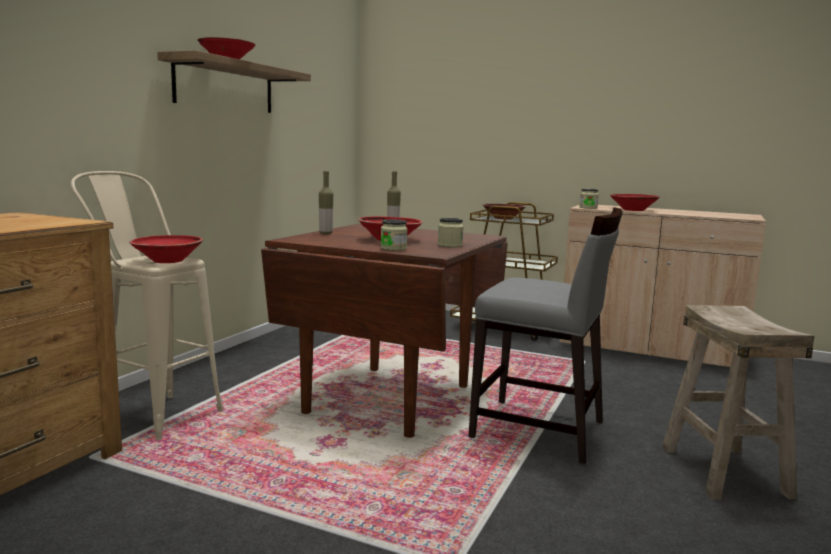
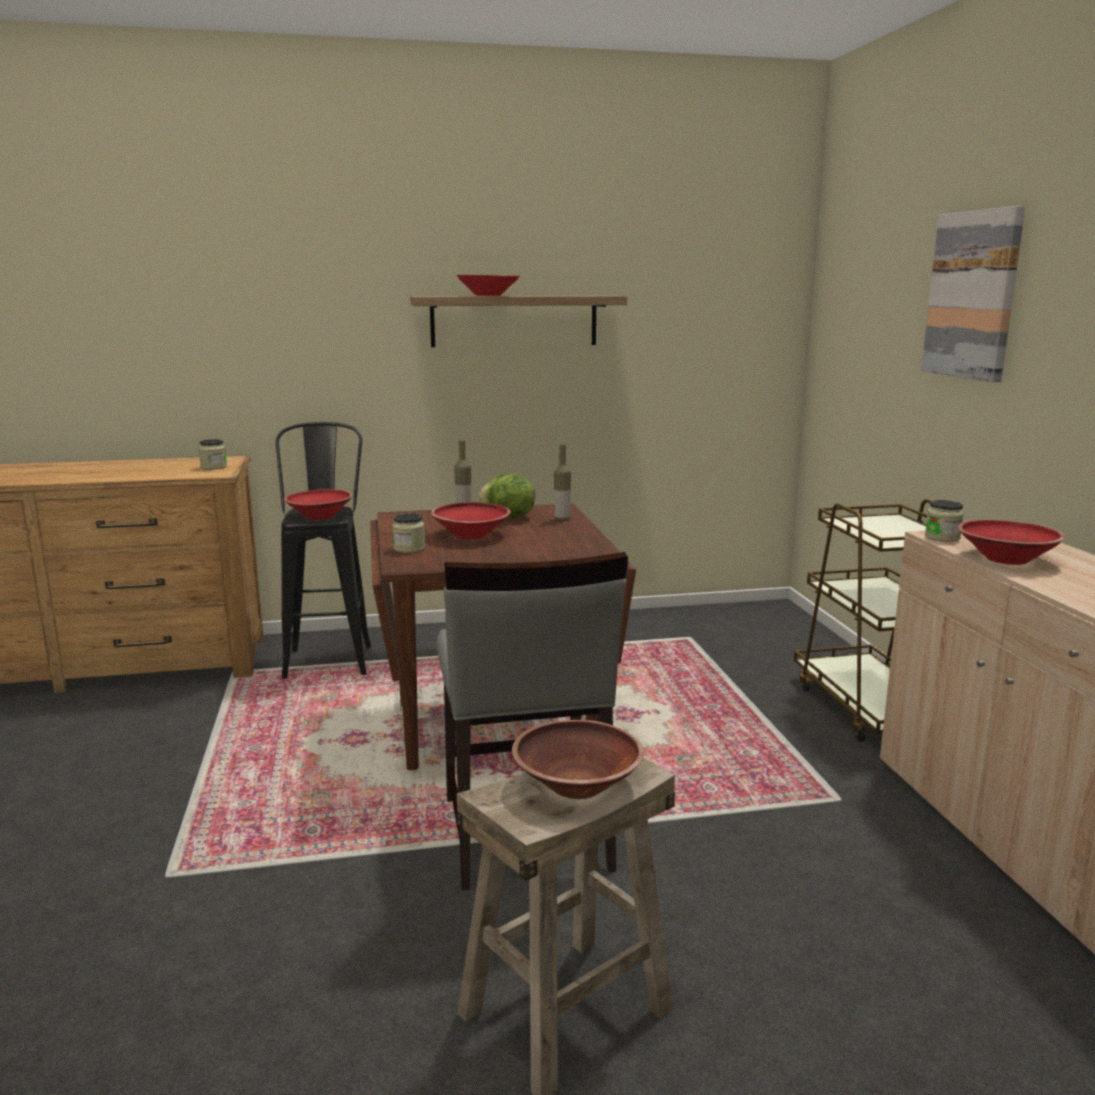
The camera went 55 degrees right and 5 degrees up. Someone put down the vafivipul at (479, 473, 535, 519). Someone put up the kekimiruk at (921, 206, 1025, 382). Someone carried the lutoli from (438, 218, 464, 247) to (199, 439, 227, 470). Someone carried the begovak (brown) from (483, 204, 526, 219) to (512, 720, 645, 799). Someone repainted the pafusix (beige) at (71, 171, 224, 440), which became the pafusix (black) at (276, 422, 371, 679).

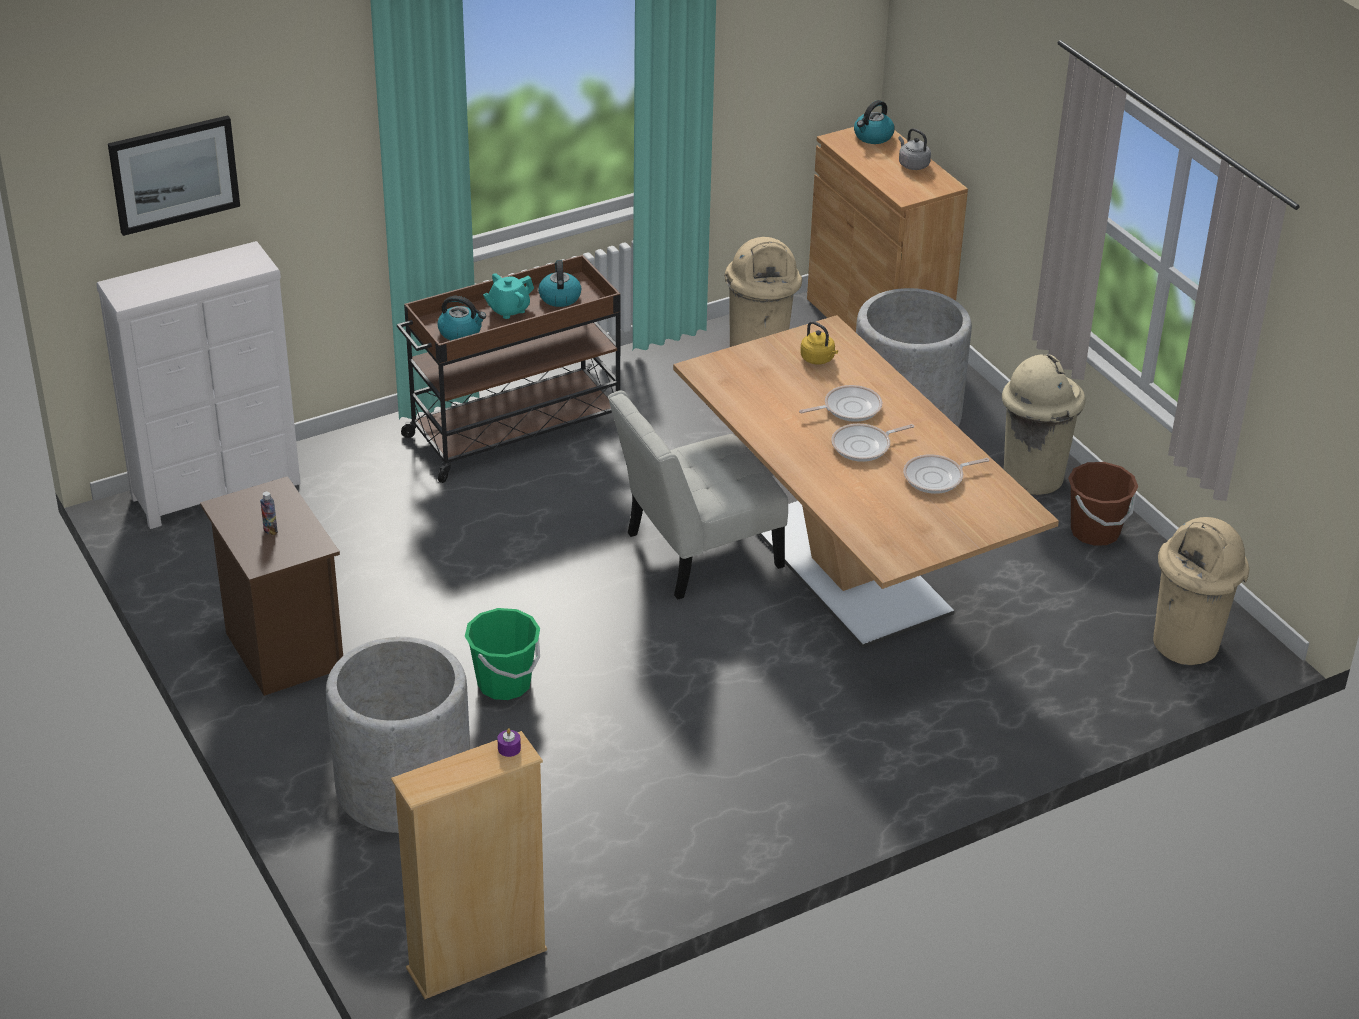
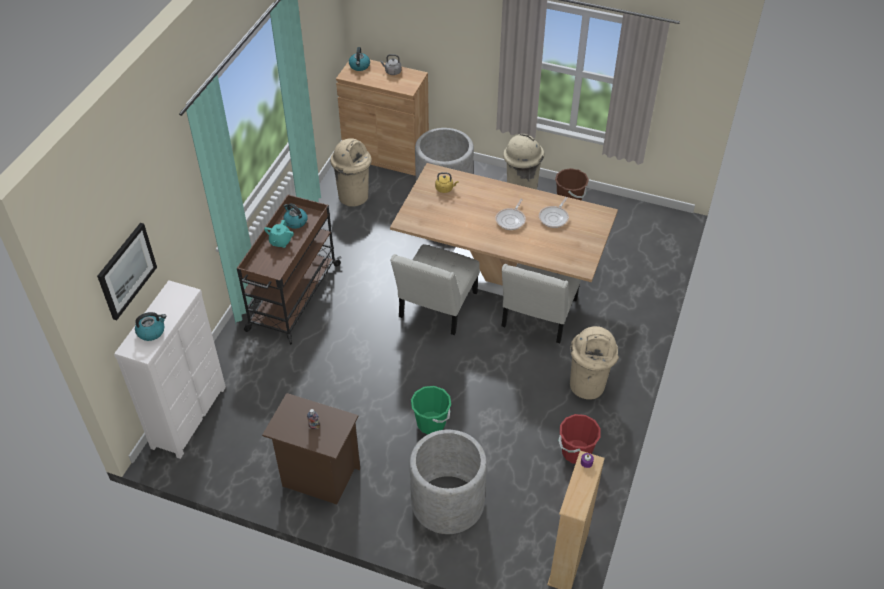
The camera went 40 degrees left and 10 degrees up. Someone took away the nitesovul at (799, 385, 882, 422). Someone put down the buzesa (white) at (502, 263, 581, 343). Someone put down the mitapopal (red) at (558, 414, 601, 464). Someone carried the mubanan from (438, 296, 486, 341) to (135, 312, 166, 341). Someone carried the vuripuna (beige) from (1153, 517, 1249, 665) to (570, 326, 619, 400).

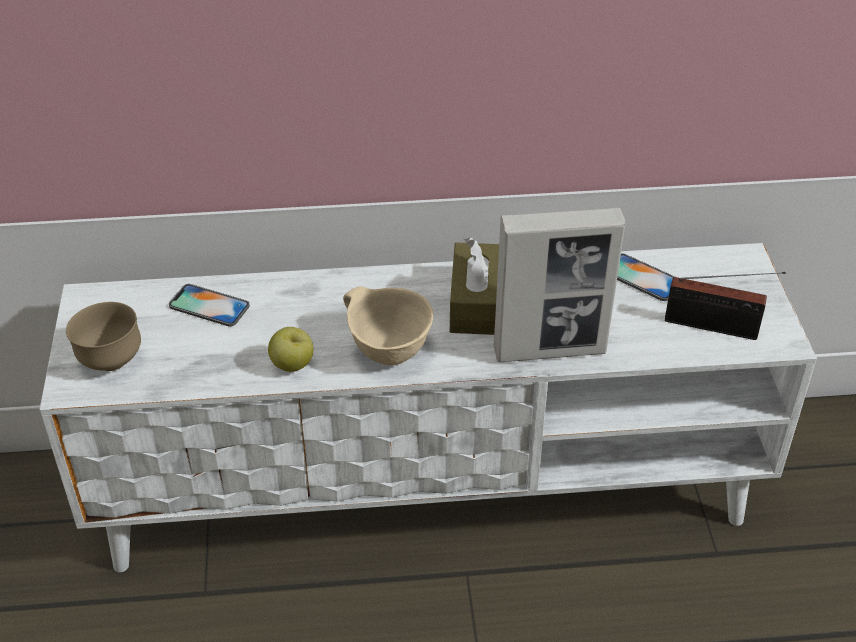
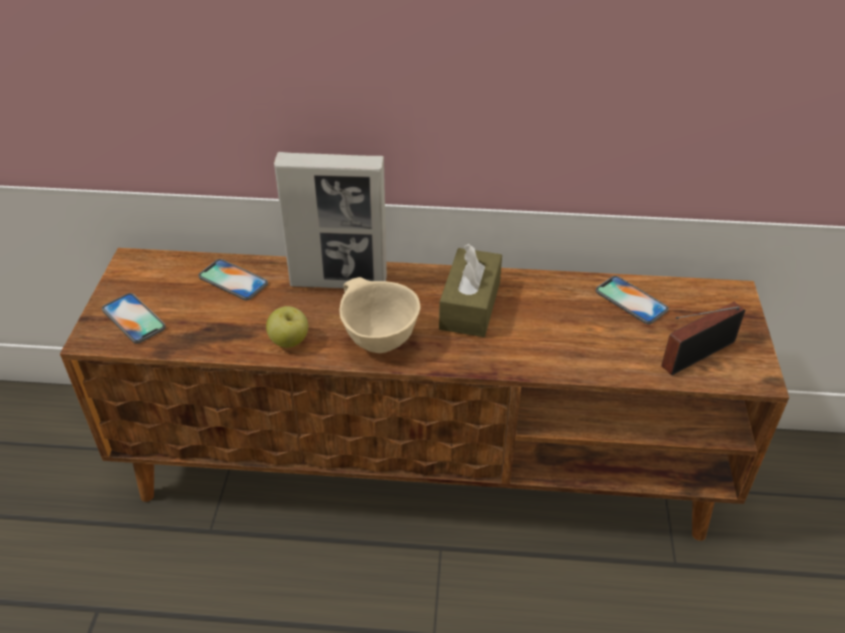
The camera went 10 degrees right and 0 degrees up. Someone carried the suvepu from (493, 208, 626, 362) to (274, 152, 387, 289). Someone swapped the begovak (brown) at (66, 302, 141, 371) for the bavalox at (102, 293, 166, 344). Someone repainted the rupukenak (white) at (40, 243, 817, 572), which became the rupukenak (brown) at (60, 248, 789, 541). Someone rotated the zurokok at (665, 272, 786, 340) by 120 degrees clockwise.

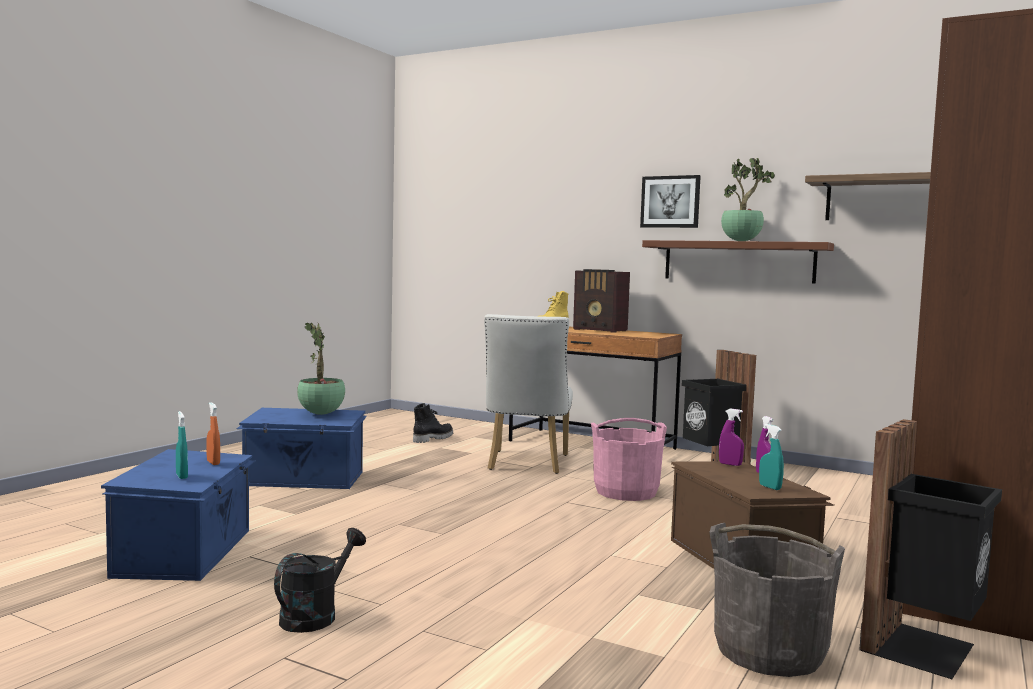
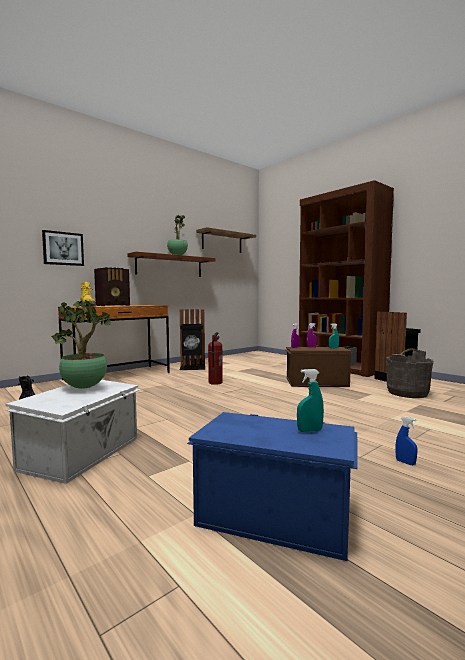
The camera went 70 degrees left and 0 degrees up. Someone took away the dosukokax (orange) at (206, 402, 220, 465). Someone took away the buzesa (white) at (484, 314, 573, 474). Someone carried the kekimiruk from (640, 175, 701, 228) to (42, 230, 84, 266). Someone swapped the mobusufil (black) at (274, 528, 366, 633) for the dosukokax (blue) at (395, 416, 418, 465). Someone swapped the mitapopal (pink) at (591, 418, 667, 501) for the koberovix at (208, 332, 223, 385). Someone repainted the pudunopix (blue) at (236, 408, 367, 489), which became the pudunopix (white) at (5, 380, 141, 484).

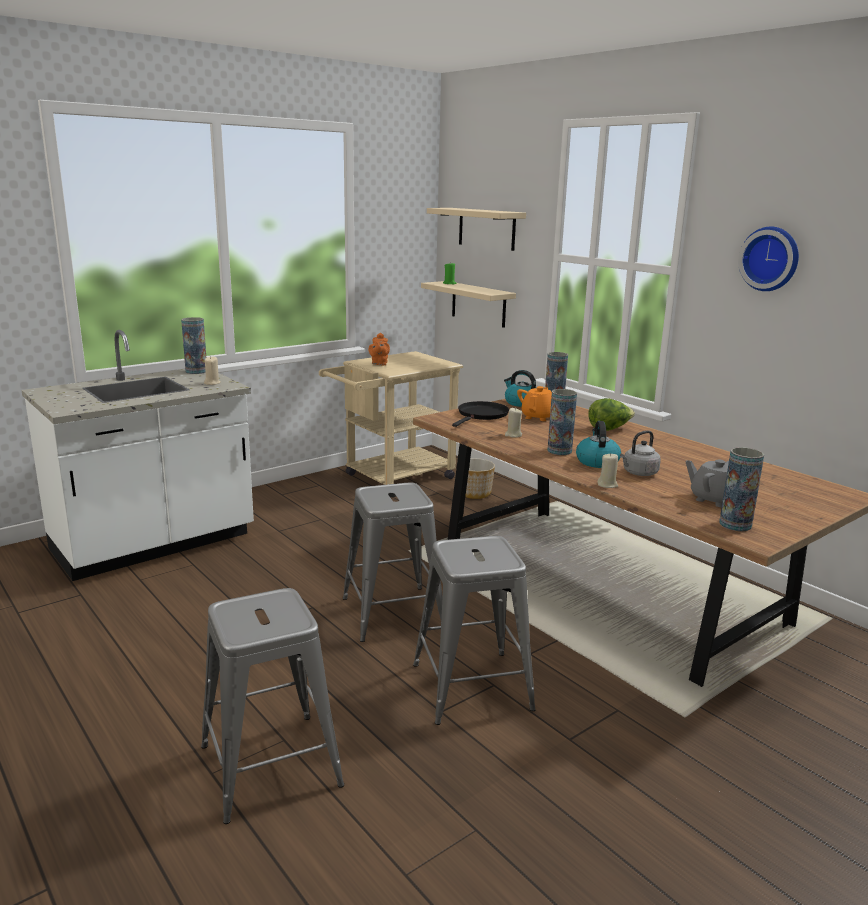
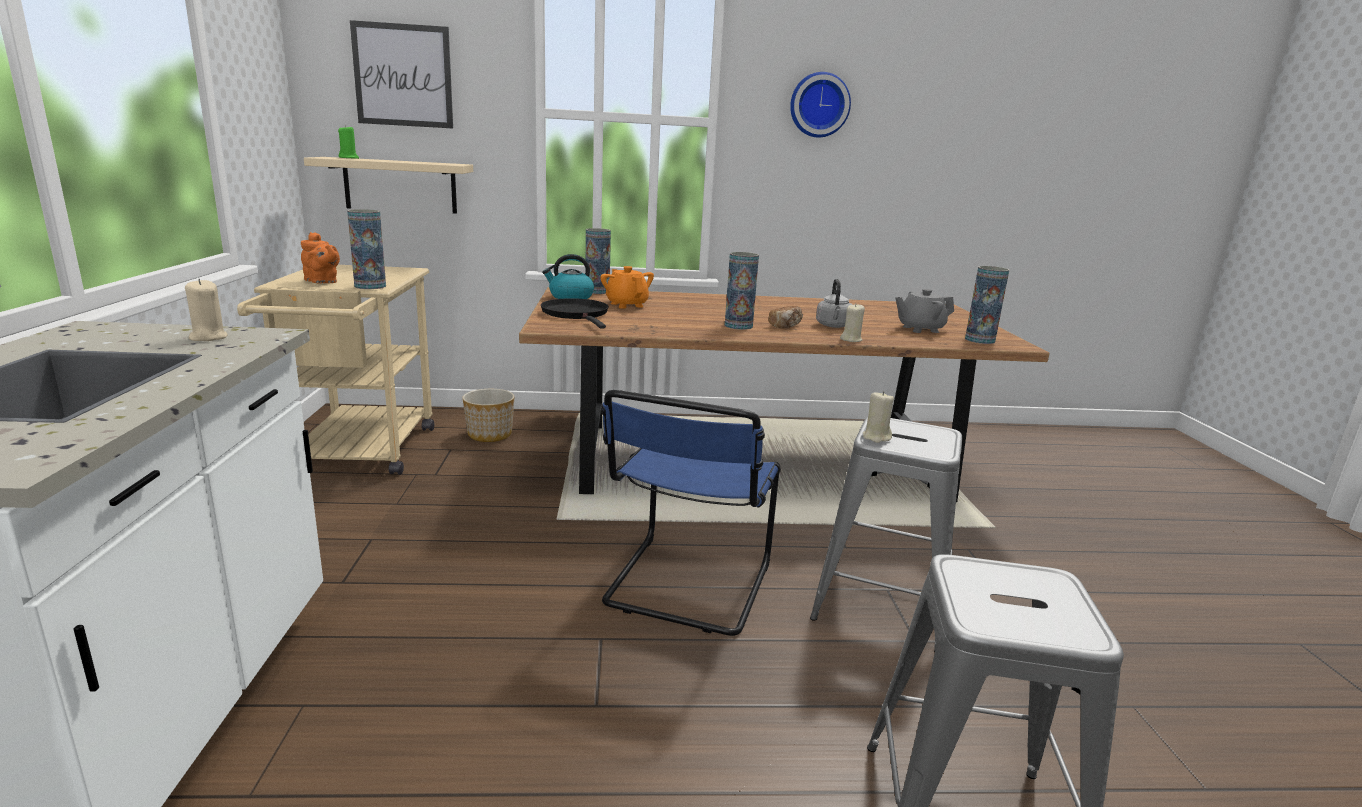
The camera went 55 degrees left and 0 degrees up. Someone took away the vafivipul at (589, 398, 635, 431). Someone carried the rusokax from (181, 317, 206, 374) to (347, 209, 386, 289). Someone carried the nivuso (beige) from (505, 408, 522, 438) to (863, 391, 894, 443). Someone swapped the pafusix (grey) at (343, 483, 443, 642) for the buzesa (blue) at (601, 390, 781, 636). Someone swapped the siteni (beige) at (427, 208, 526, 251) for the kekimiruk at (350, 20, 453, 128). Someone swapped the mubanan at (576, 421, 621, 468) for the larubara at (768, 306, 803, 328).

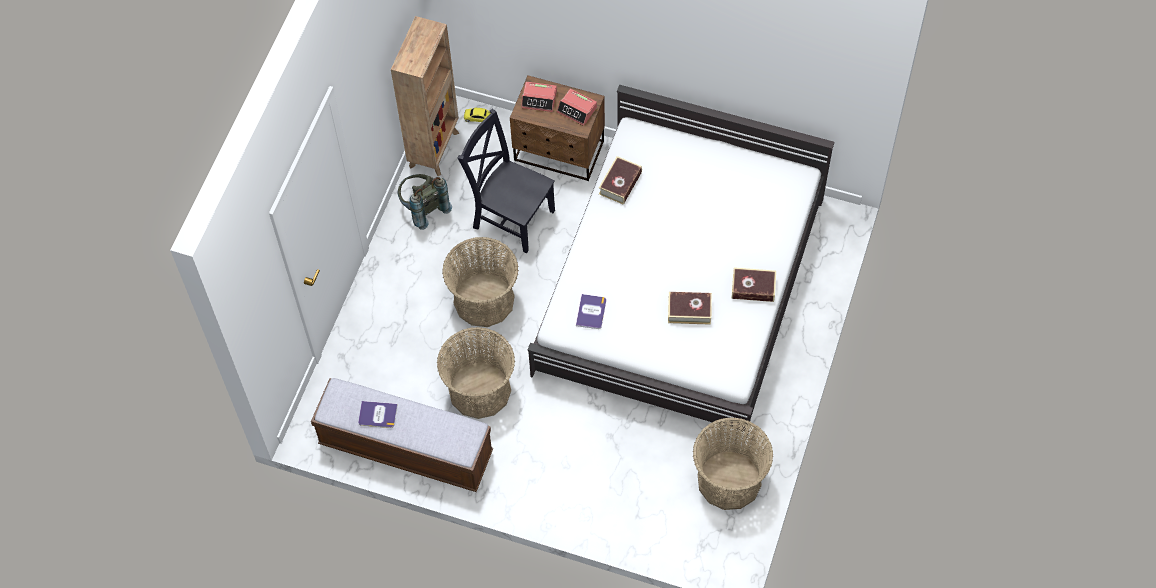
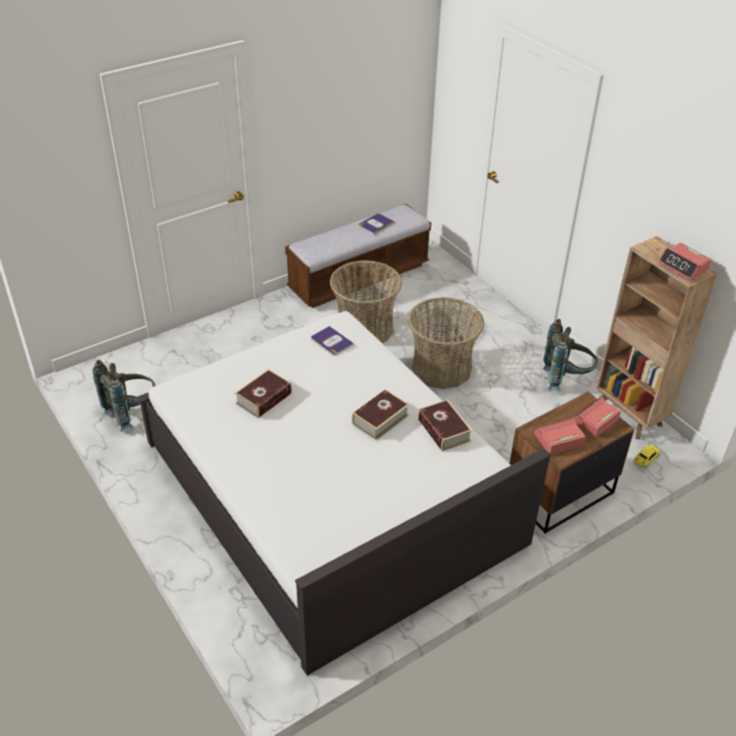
The camera went 125 degrees right and 20 degrees down. Someone took away the buzesa (black) at (458, 108, 555, 254). Someone put down the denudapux at (658, 243, 711, 280). Someone carried the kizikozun from (731, 267, 776, 302) to (352, 389, 409, 440). Someone swapped the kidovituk at (693, 417, 773, 510) for the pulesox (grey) at (92, 360, 156, 432).

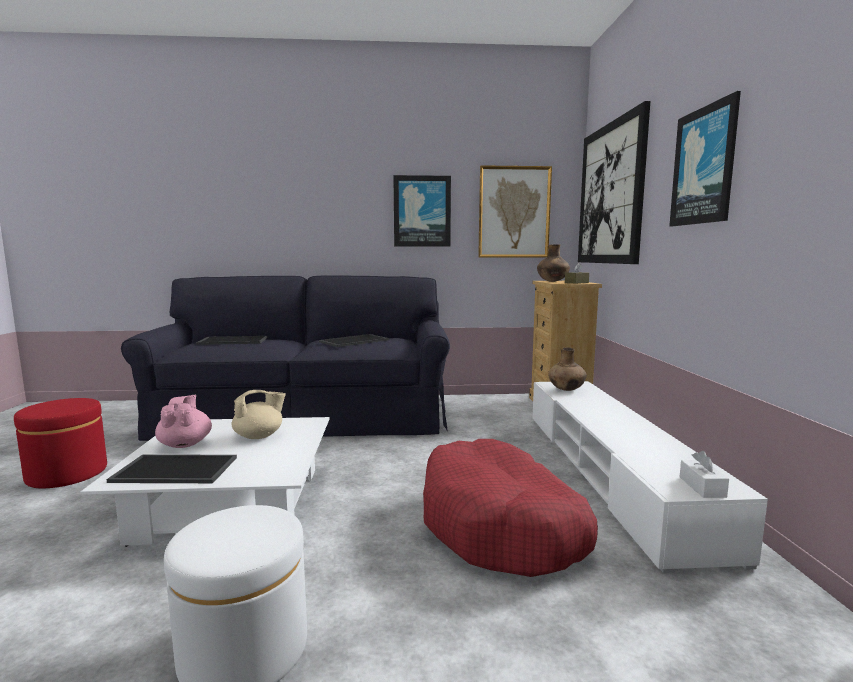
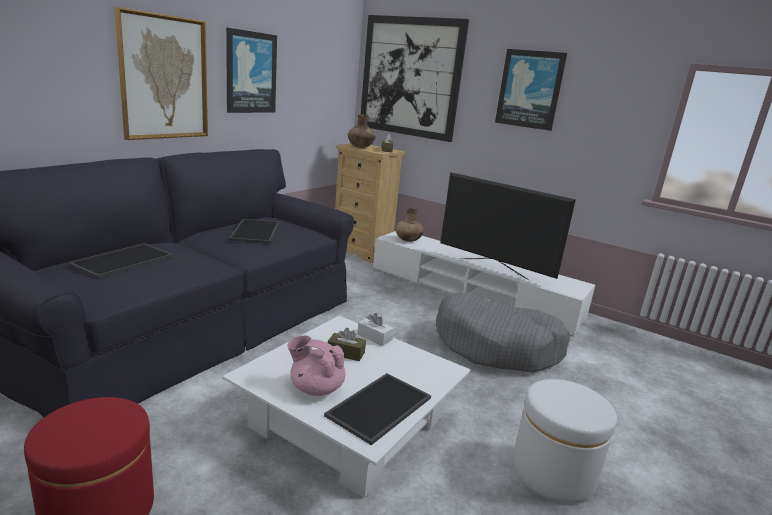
The camera went 55 degrees left and 10 degrees up. Someone put down the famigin at (440, 172, 576, 281). Someone carried the kekimiruk from (478, 165, 552, 257) to (115, 7, 208, 140). Someone carried the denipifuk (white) from (680, 451, 729, 498) to (357, 313, 394, 346). Someone swapped the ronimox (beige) at (232, 390, 286, 439) for the denipifuk (brown) at (328, 328, 366, 361). Someone repainted the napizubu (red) at (423, 439, 598, 577), which became the napizubu (grey) at (436, 293, 570, 373).

